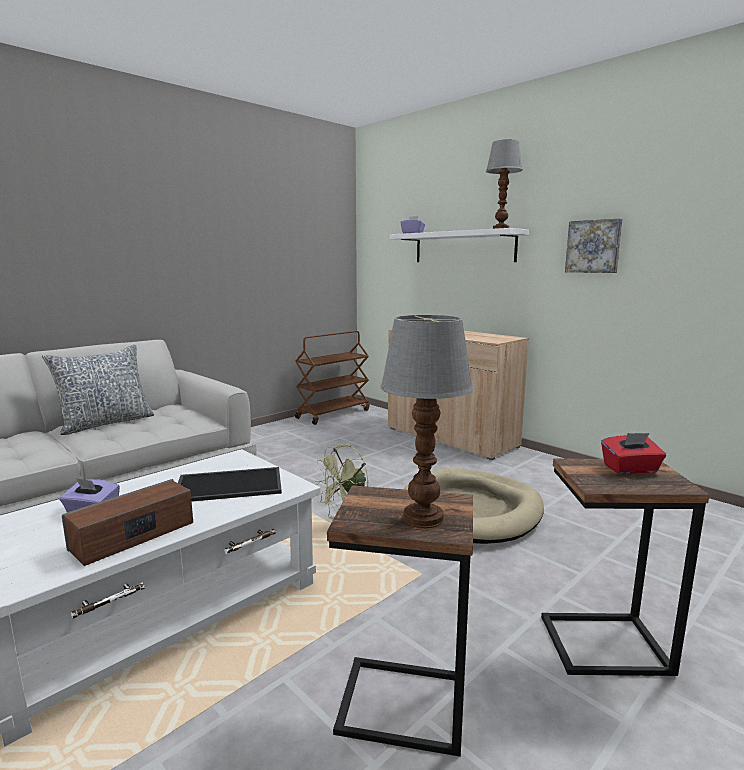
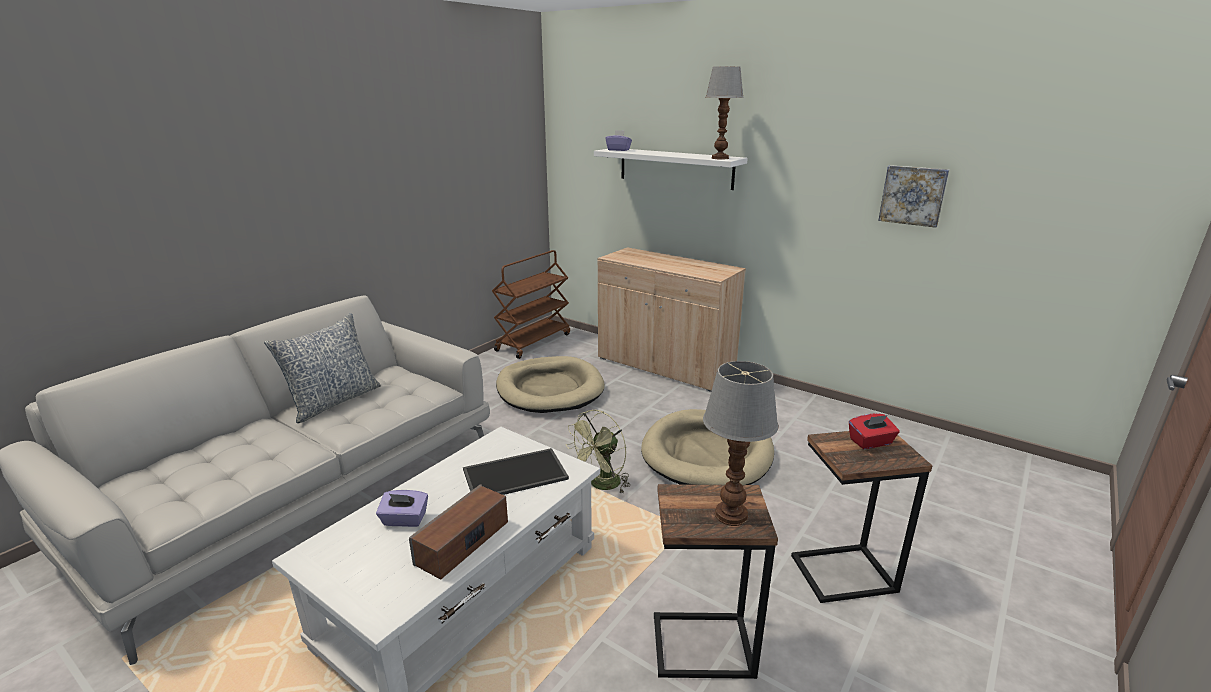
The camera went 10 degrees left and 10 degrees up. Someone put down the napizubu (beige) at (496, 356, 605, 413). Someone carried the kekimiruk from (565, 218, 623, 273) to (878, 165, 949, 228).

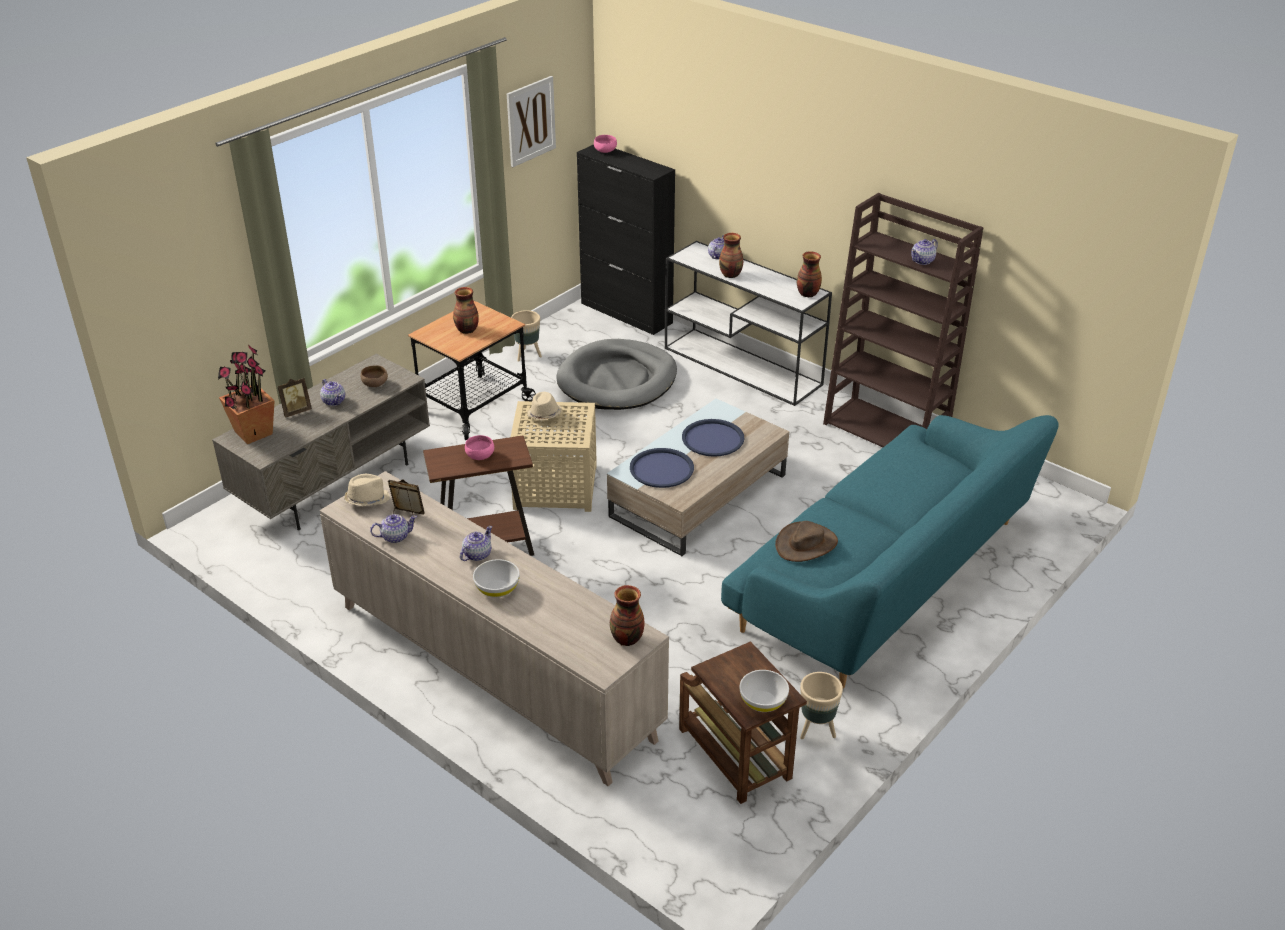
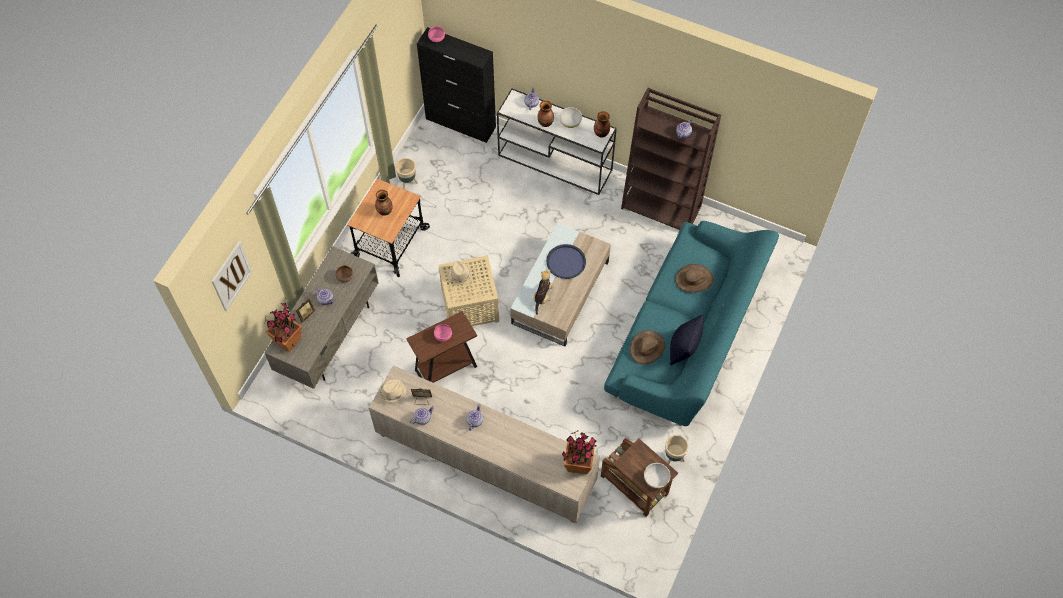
The camera went 15 degrees left and 25 degrees up. Someone took away the napizubu (grey) at (556, 339, 677, 410). Someone put down the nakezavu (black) at (670, 314, 704, 365). Someone put down the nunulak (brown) at (675, 264, 714, 292). Someone carried the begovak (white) from (473, 559, 520, 598) to (559, 107, 582, 128). Someone carried the kekimiruk from (507, 76, 556, 167) to (211, 241, 253, 311). Someone swapped the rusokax at (610, 585, 644, 646) for the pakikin at (562, 431, 596, 474). Someone swapped the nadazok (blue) at (630, 448, 694, 488) for the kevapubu at (533, 270, 554, 315).

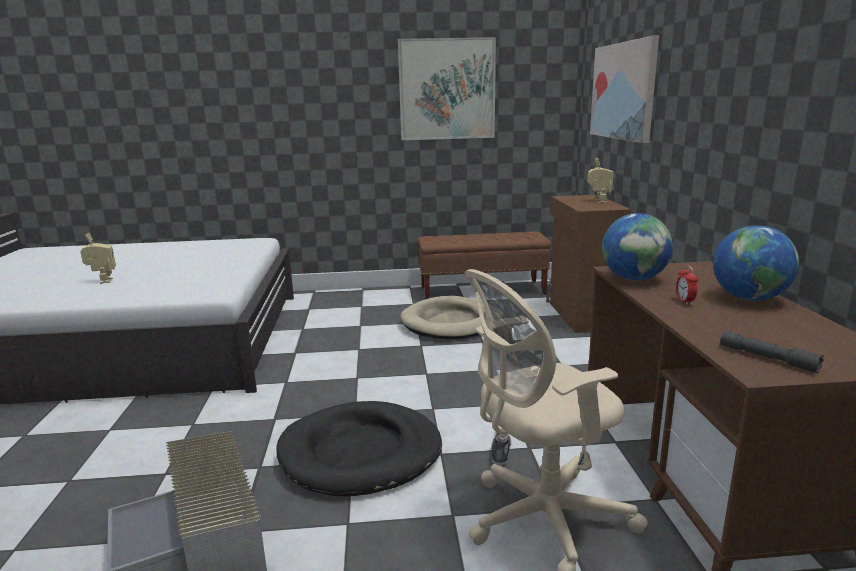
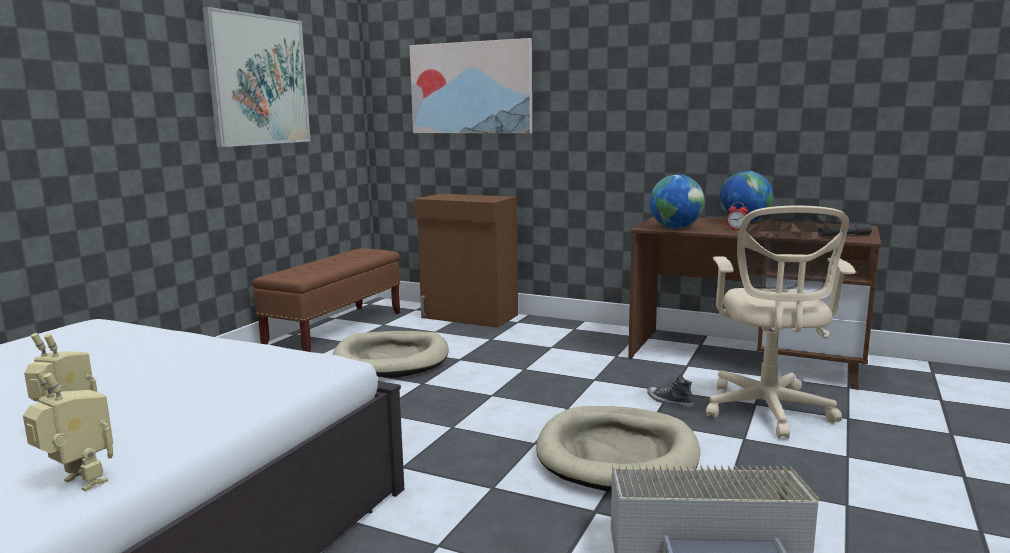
The camera went 60 degrees left and 5 degrees down. Someone carried the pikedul from (587, 158, 614, 203) to (23, 369, 113, 491). Someone repainted the napizubu (black) at (276, 401, 442, 496), which became the napizubu (beige) at (536, 406, 700, 492).

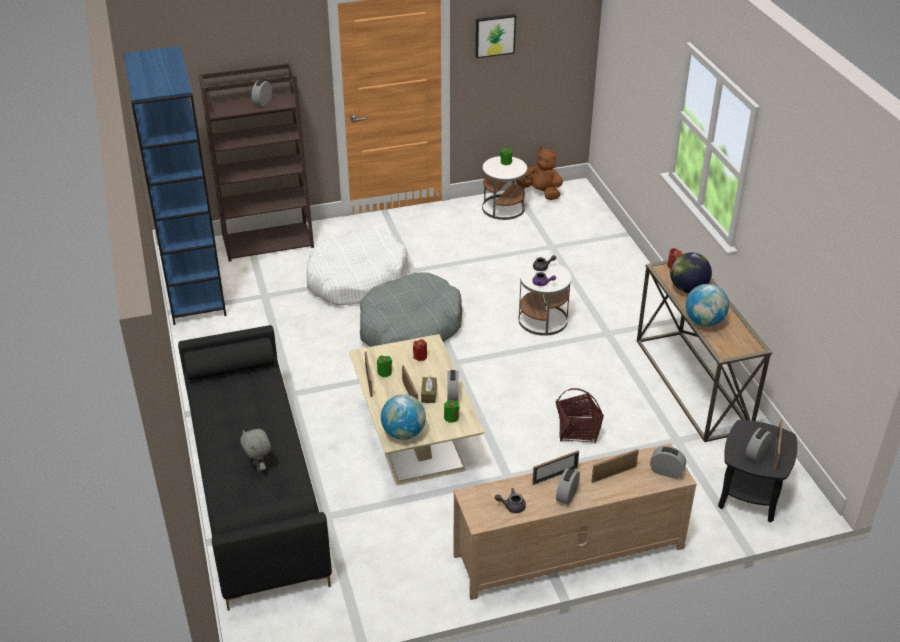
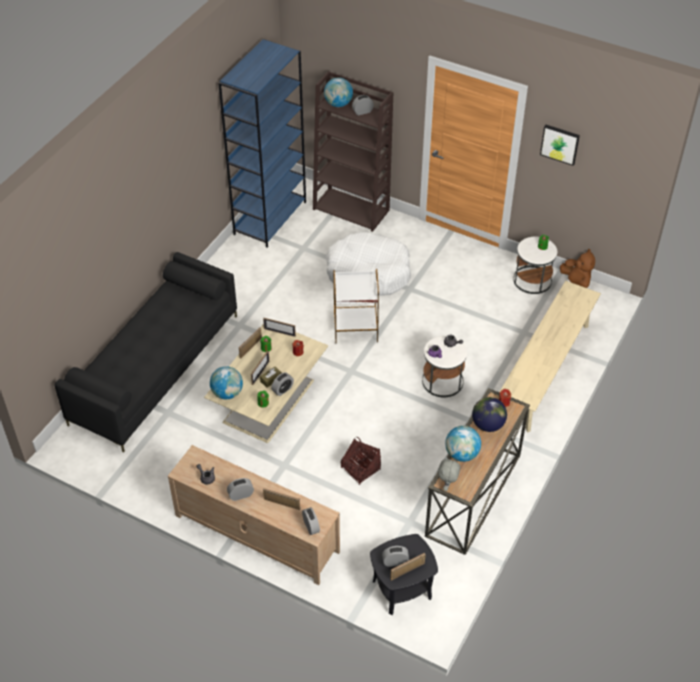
The camera went 45 degrees right and 10 degrees up. Someone put down the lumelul at (324, 77, 353, 107). Someone put down the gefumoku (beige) at (499, 281, 601, 433). Someone carried the kevapubu (grey) from (240, 429, 271, 471) to (438, 457, 460, 491). Someone carried the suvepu from (532, 451, 579, 485) to (263, 318, 296, 337). Someone swapped the napizubu (grey) at (360, 272, 463, 347) for the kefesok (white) at (334, 268, 379, 345).

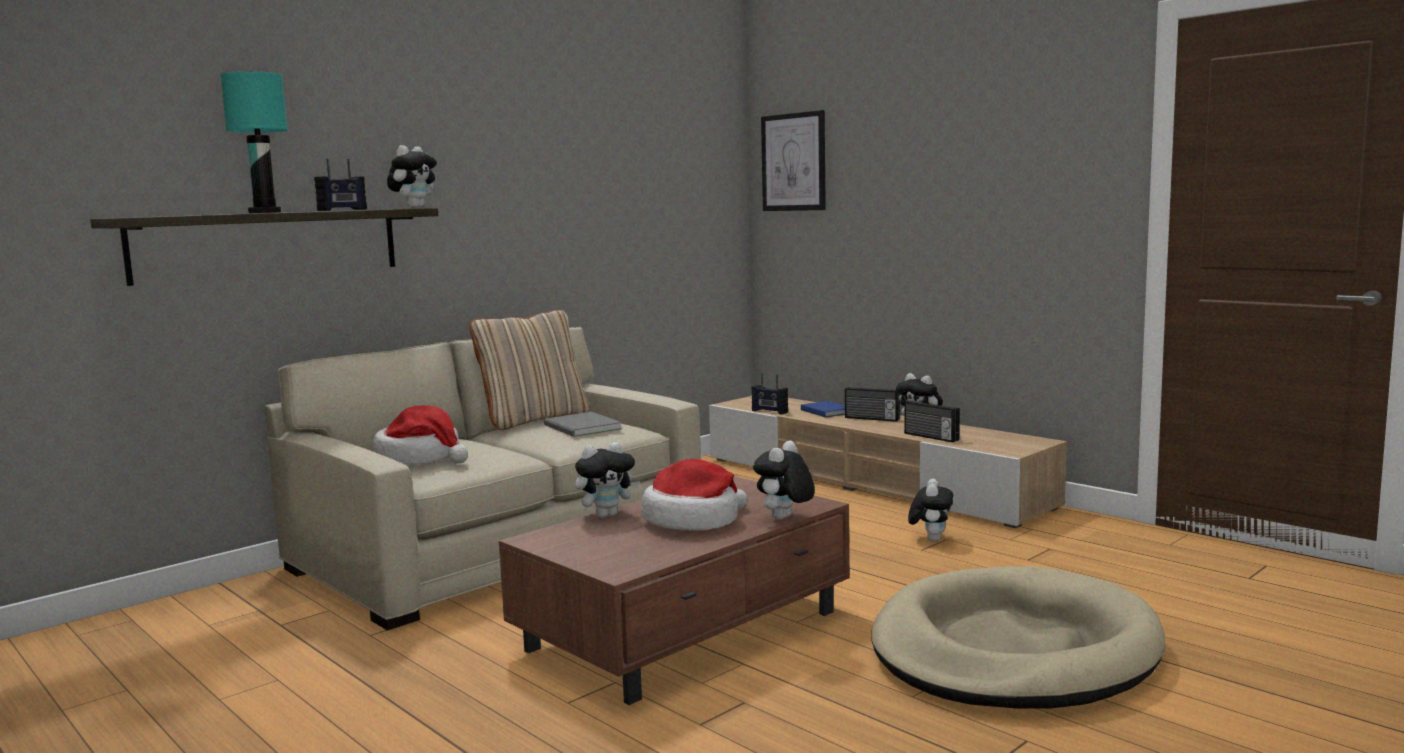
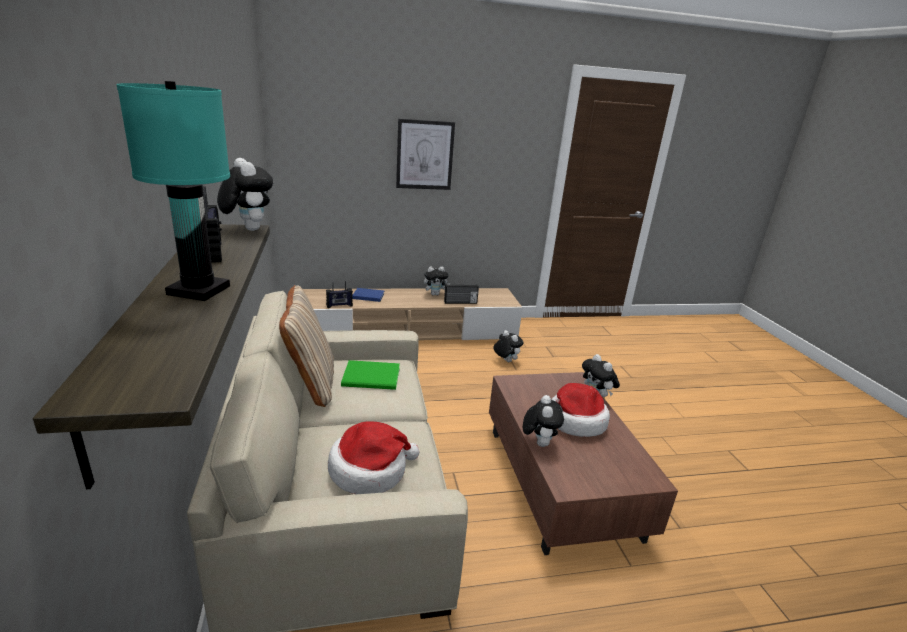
The camera went 60 degrees left and 15 degrees up. Someone took away the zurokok at (845, 387, 900, 422). Someone took away the napizubu (beige) at (871, 566, 1165, 709). Someone carried the kekimiruk from (761, 110, 826, 211) to (396, 118, 455, 190). Someone repainted the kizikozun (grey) at (544, 412, 622, 437), which became the kizikozun (green) at (341, 360, 400, 390).

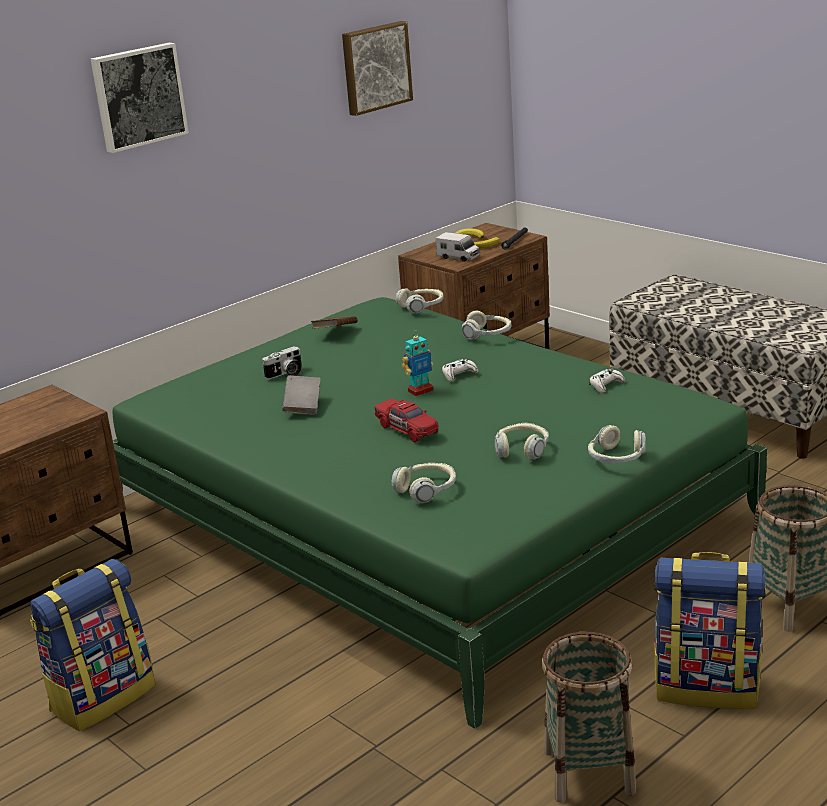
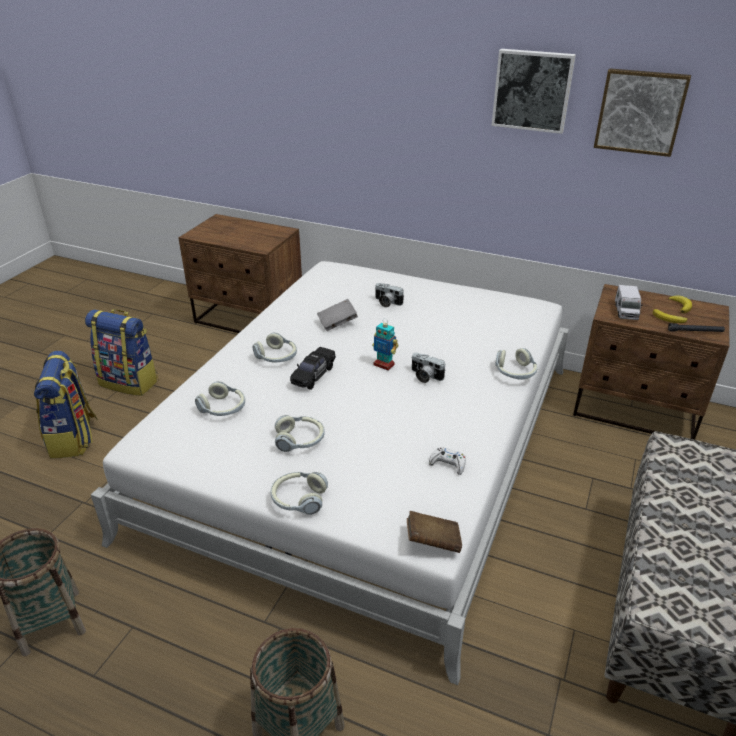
The camera went 65 degrees right and 10 degrees up. Someone carried the kekimiruk from (91, 43, 189, 153) to (492, 49, 576, 134). Someone carried the kizikozun (brown) from (311, 316, 358, 329) to (407, 511, 462, 553). Someone carried the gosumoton from (396, 288, 444, 314) to (253, 333, 297, 362). Someone carried the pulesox from (654, 552, 766, 709) to (34, 351, 98, 459). Someone swapped the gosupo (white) at (442, 359, 478, 382) for the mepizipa at (412, 353, 446, 383). Someone repainted the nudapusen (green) at (113, 297, 767, 729), which became the nudapusen (white) at (91, 261, 569, 685). Someone repainted the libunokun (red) at (375, 399, 439, 442), which became the libunokun (black) at (290, 347, 336, 390).

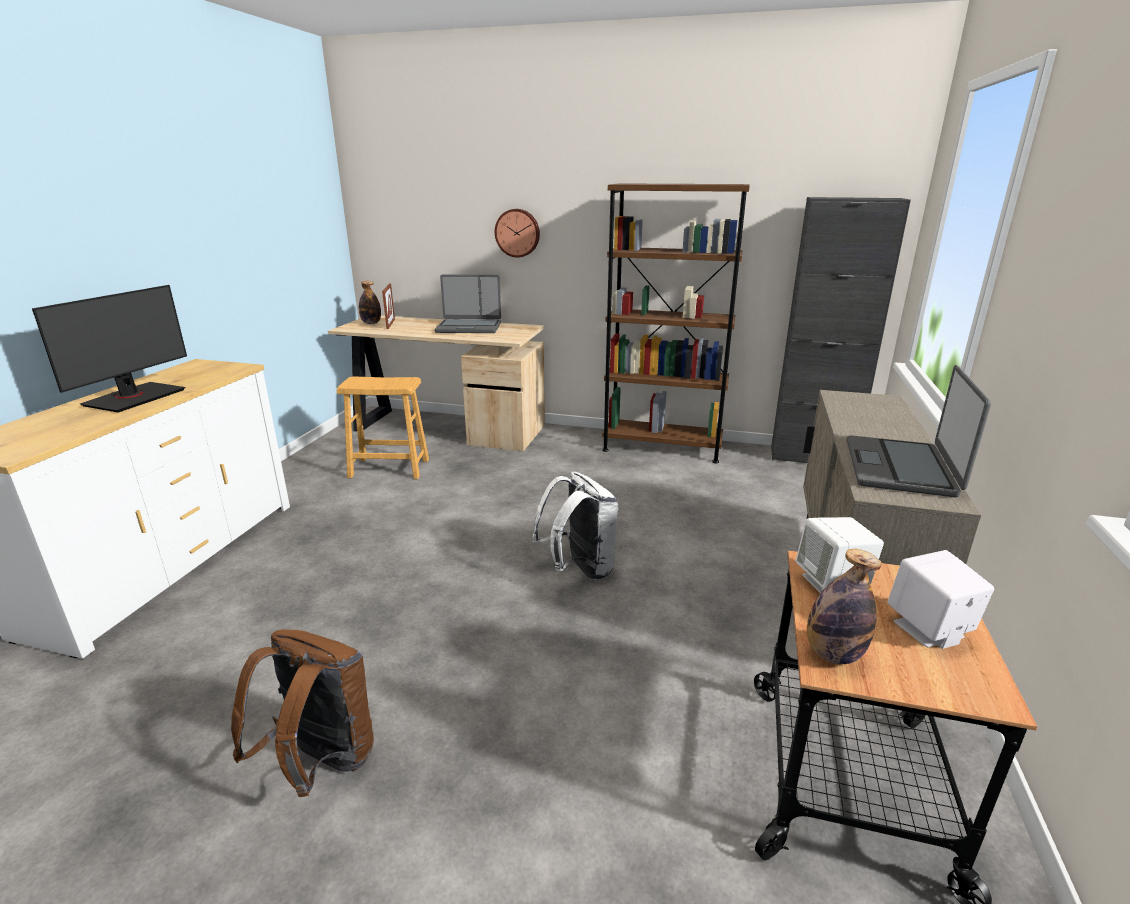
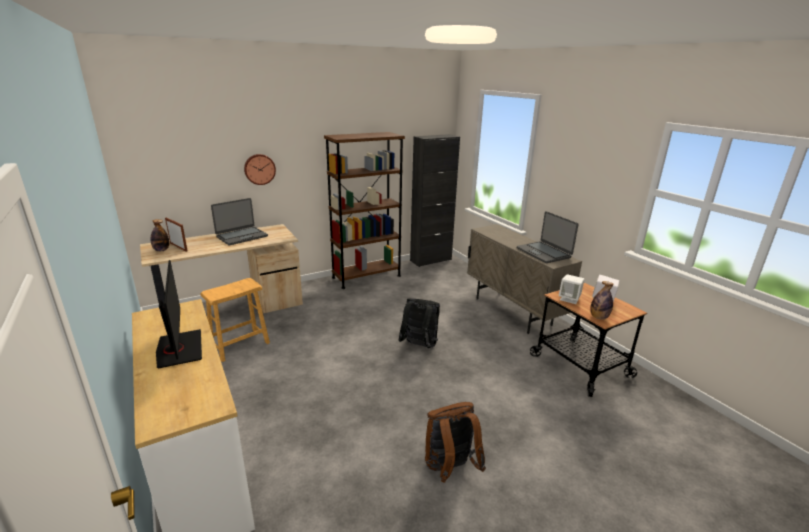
The camera went 45 degrees left and 0 degrees up. Someone repainted the pulesox (white) at (532, 472, 619, 580), which became the pulesox (black) at (399, 299, 440, 348).

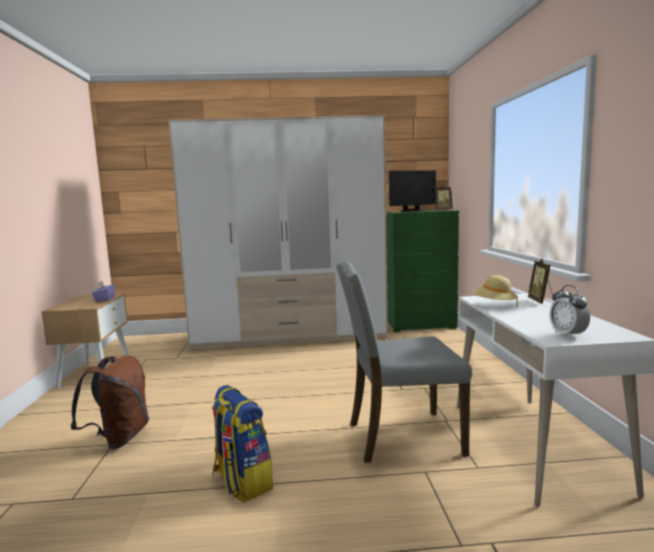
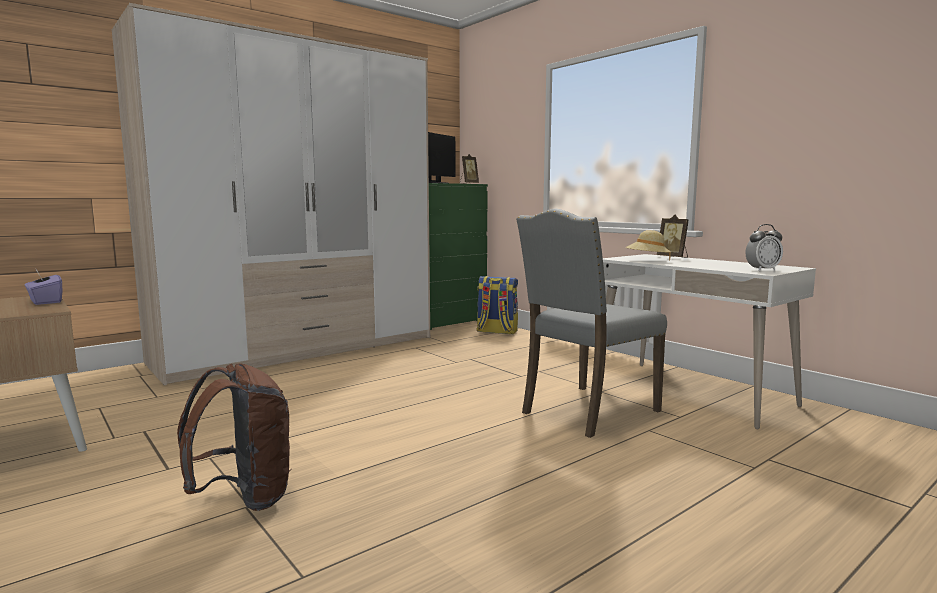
The camera went 35 degrees left and 0 degrees up. Someone carried the pulesox from (212, 385, 273, 502) to (476, 276, 518, 334). Someone rotated the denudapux at (550, 285, 590, 339) by 60 degrees counterclockwise.

